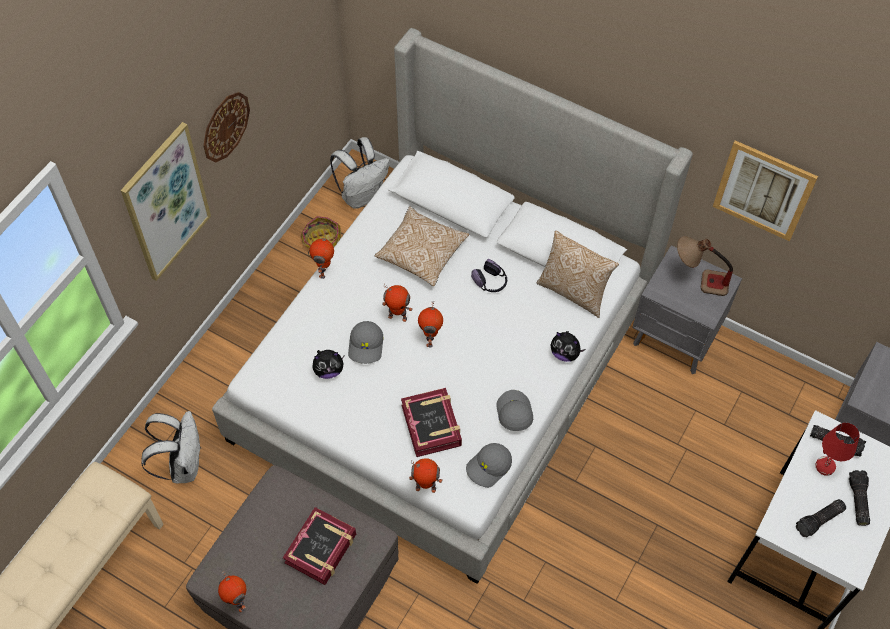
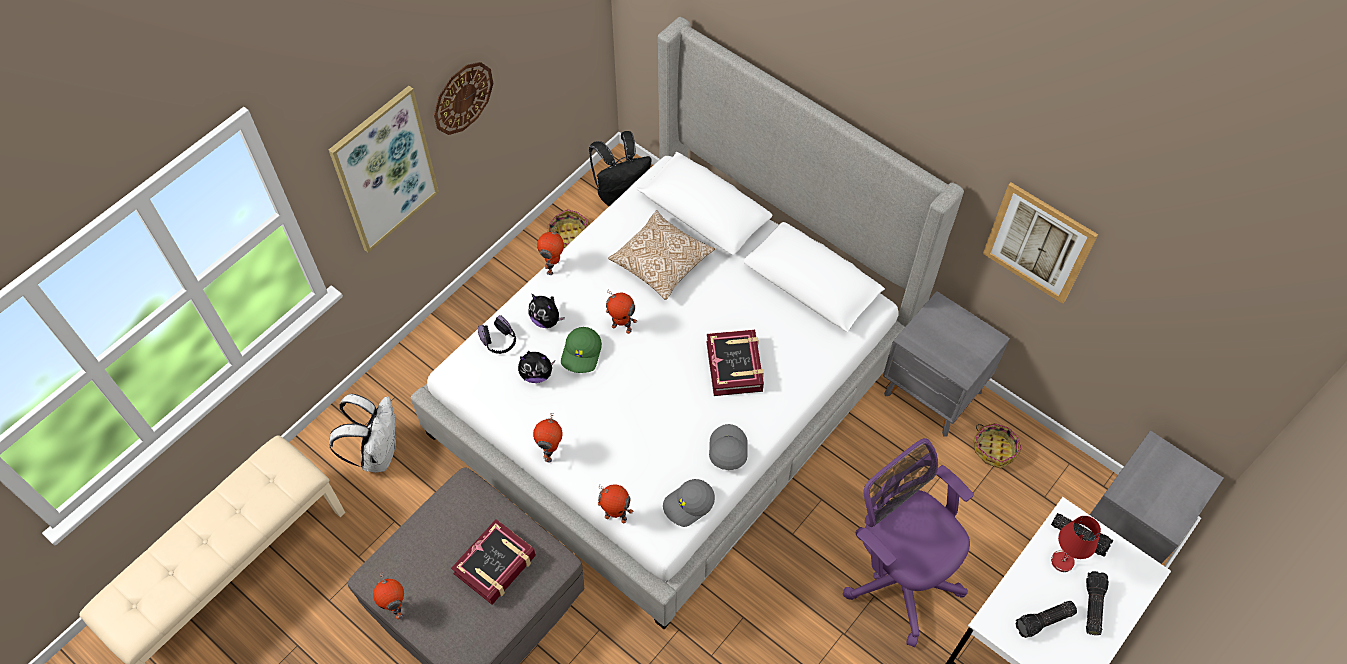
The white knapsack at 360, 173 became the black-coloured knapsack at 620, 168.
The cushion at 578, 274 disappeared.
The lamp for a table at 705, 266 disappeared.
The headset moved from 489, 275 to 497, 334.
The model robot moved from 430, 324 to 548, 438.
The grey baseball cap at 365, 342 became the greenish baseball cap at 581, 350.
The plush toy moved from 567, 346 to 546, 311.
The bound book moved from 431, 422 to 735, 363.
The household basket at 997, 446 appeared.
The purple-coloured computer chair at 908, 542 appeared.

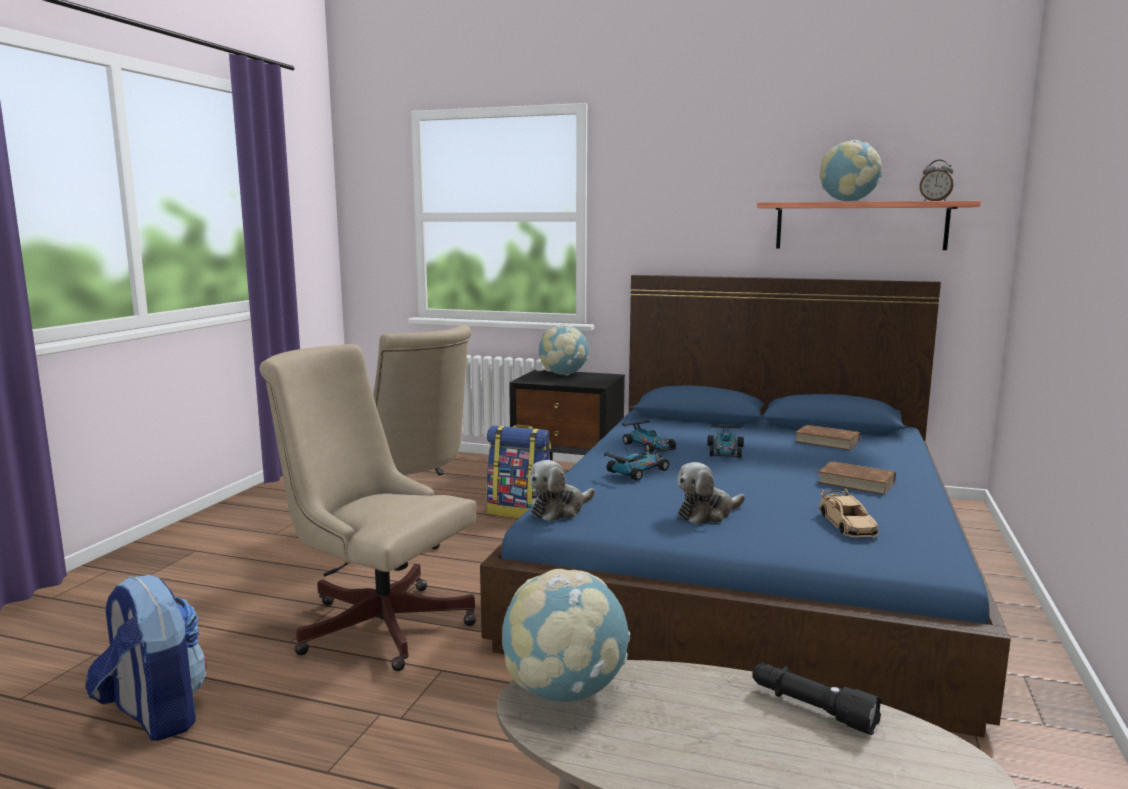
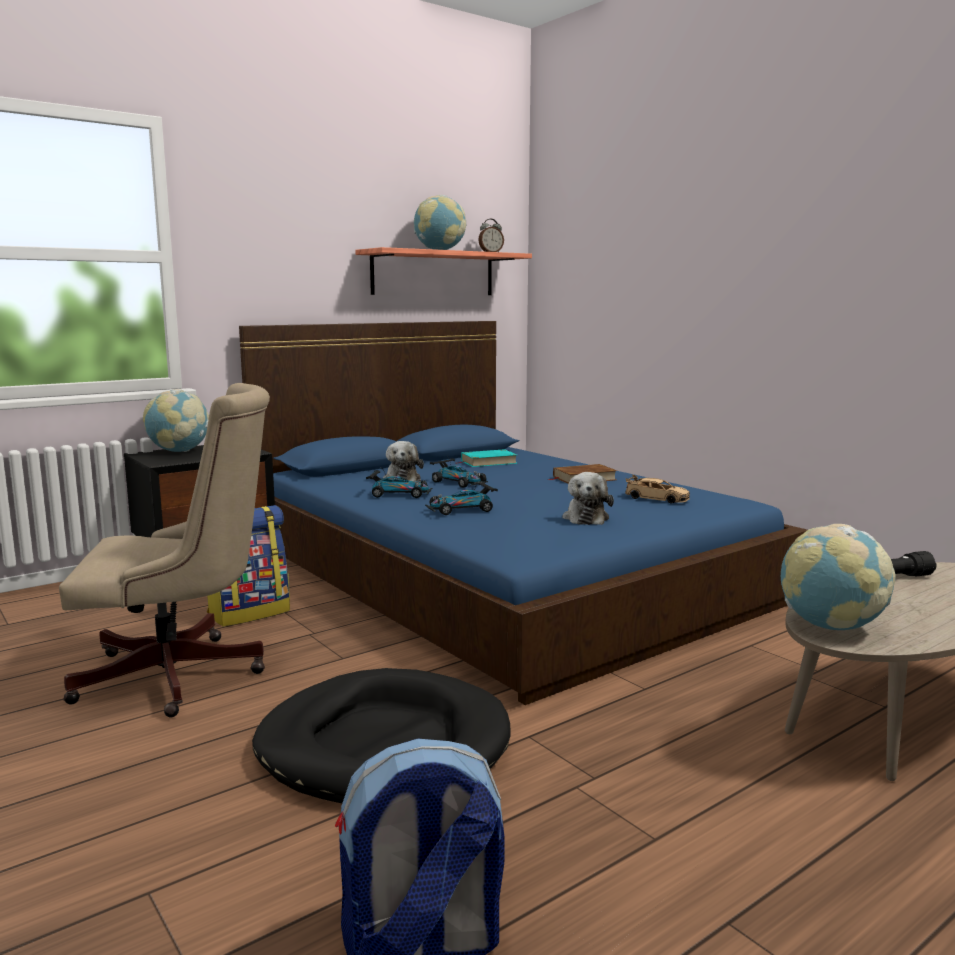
The beige computer chair at 368, 507 was replaced by the black-coloured pet bed at 381, 735.
The brown-coloured bound book at 827, 437 became the blue-green bound book at 488, 458.
The toy car at 637, 465 turned 105 degrees counterclockwise.
The plush toy moved from 562, 491 to 403, 461.

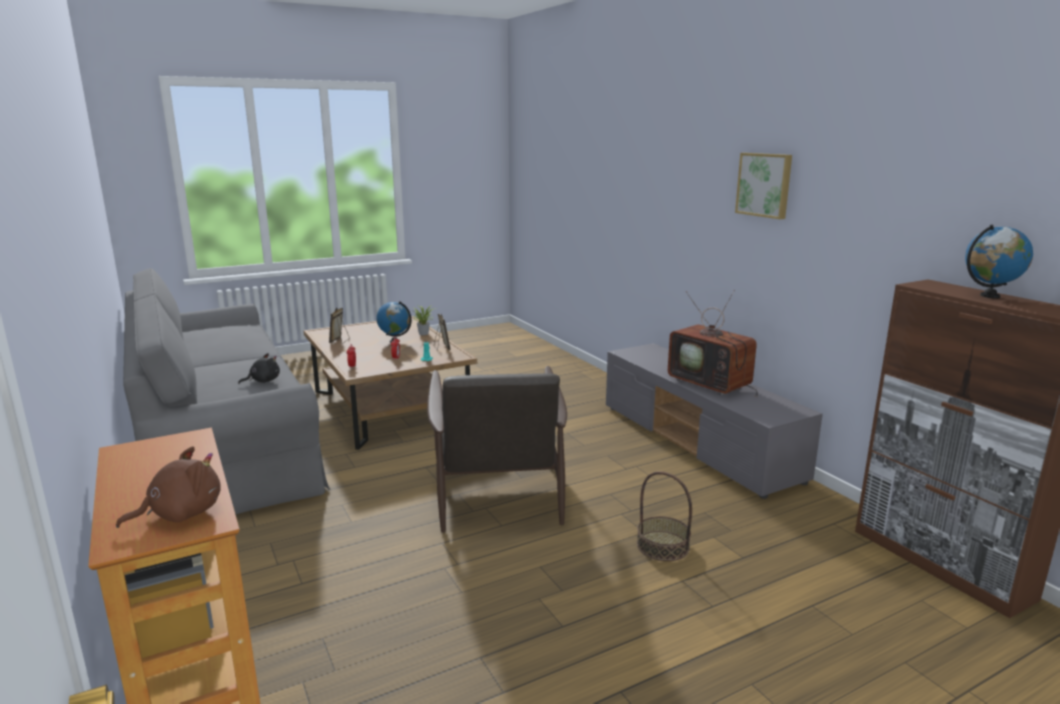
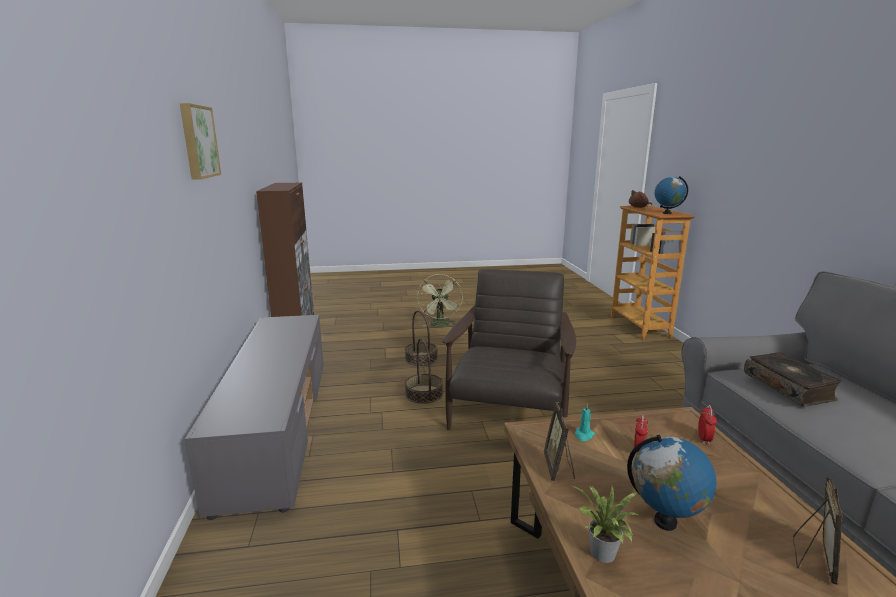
The world globe moved from 999, 262 to 671, 195.
The TV set at 713, 343 disappeared.
The black-coloured plush toy at 259, 368 was replaced by the bound book at 792, 379.
The greenish fan at 439, 300 appeared.
The household basket at 424, 371 appeared.

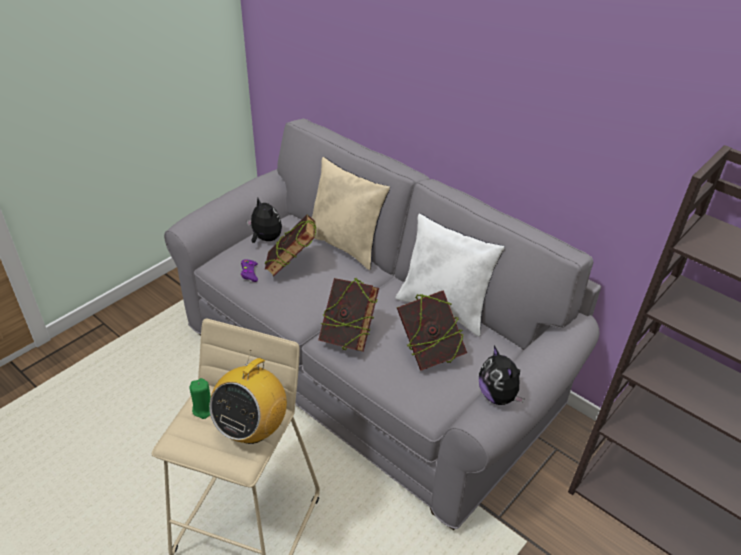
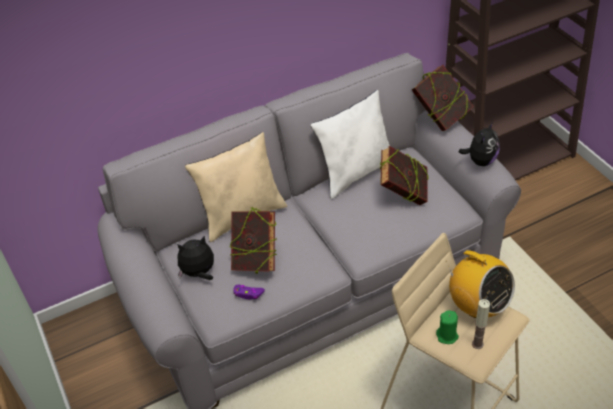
The bound book moved from 348, 315 to 443, 98.
The plush toy at 501, 375 turned 60 degrees counterclockwise.
The wax light at 481, 324 appeared.

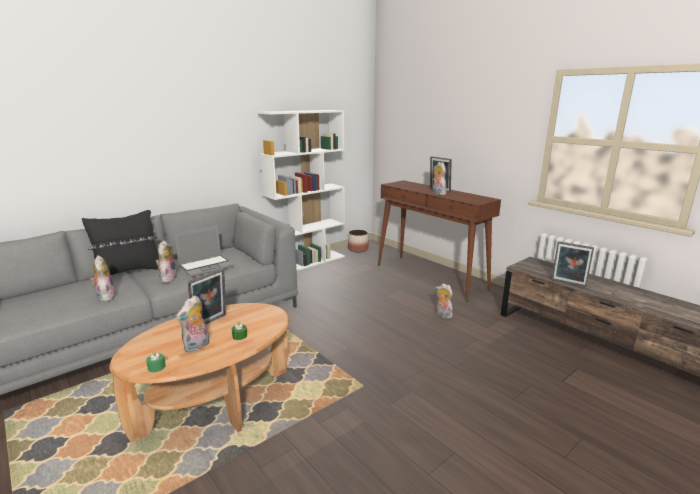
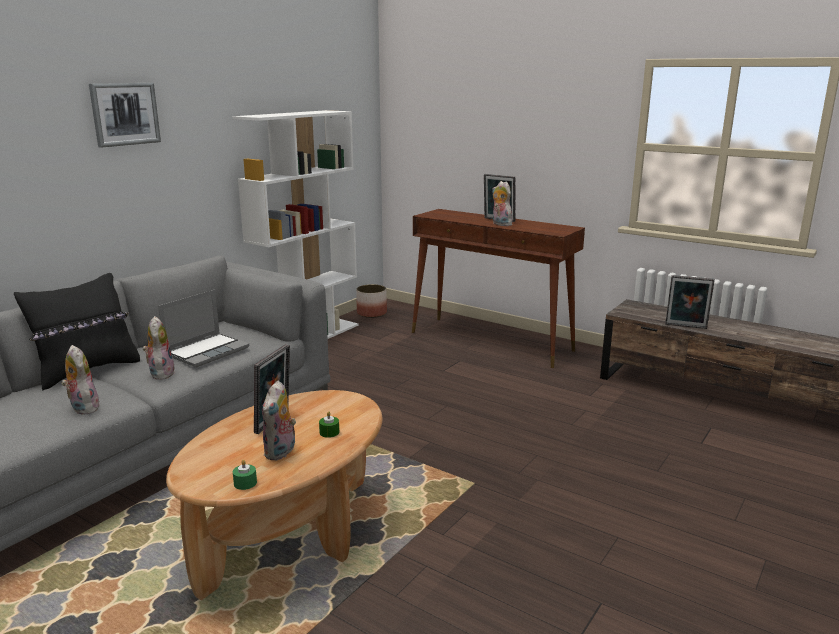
The plush toy at 444, 301 disappeared.
The wall picture at 125, 115 appeared.

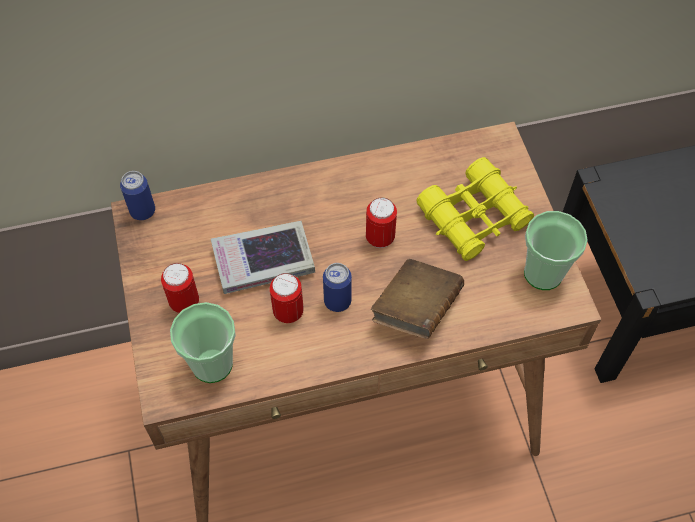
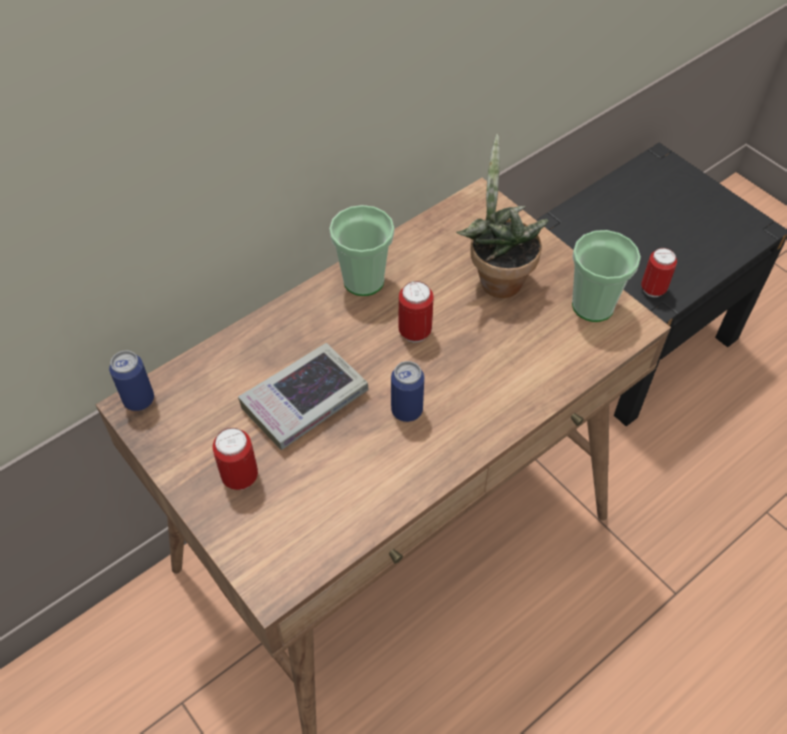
The yellowish pair of binoculars at 475, 209 was replaced by the plant in a pot at 502, 215.
The brown-coloured bound book at 417, 299 disappeared.
The can moved from 287, 298 to 659, 272.
The small cup moved from 203, 342 to 361, 250.

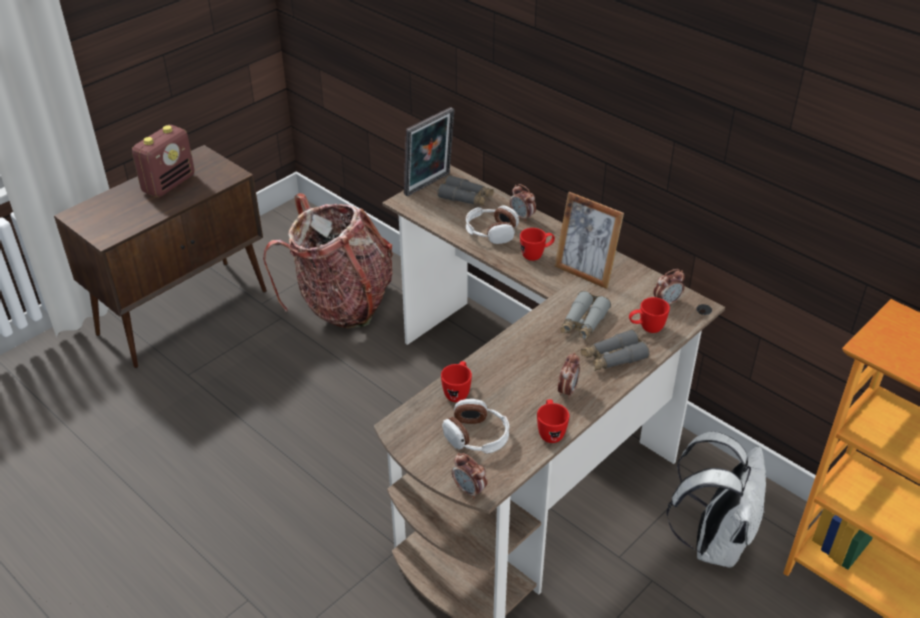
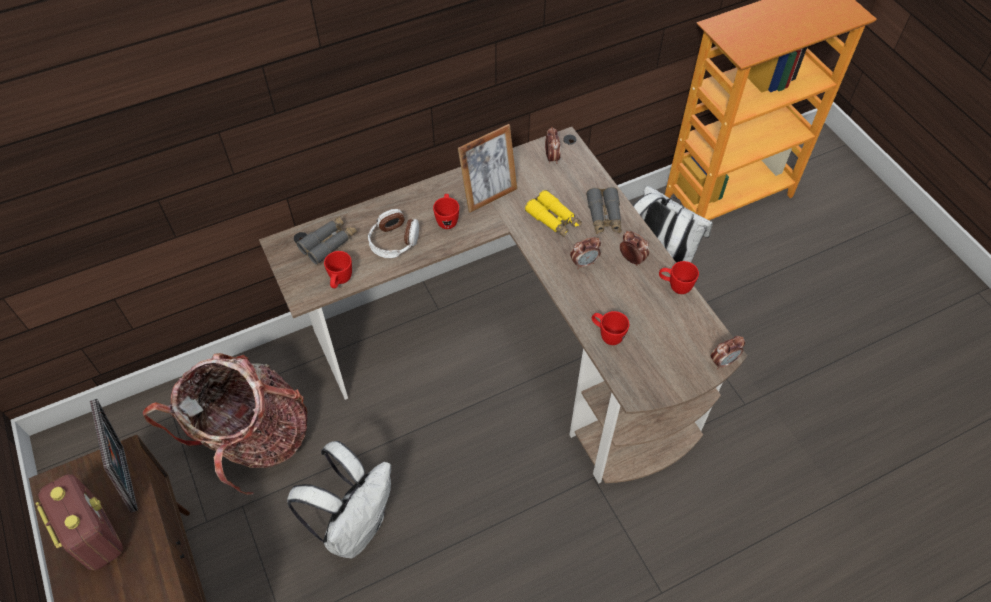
The standing frame moved from 429, 152 to 114, 456.
The table clock moved from 523, 203 to 585, 253.
The grey pair of binoculars at 585, 315 became the yellowish pair of binoculars at 553, 214.
The red-coloured coffee mug moved from 649, 315 to 338, 269.
The headset at 475, 426 disappeared.
The white knapsack at 339, 499 appeared.

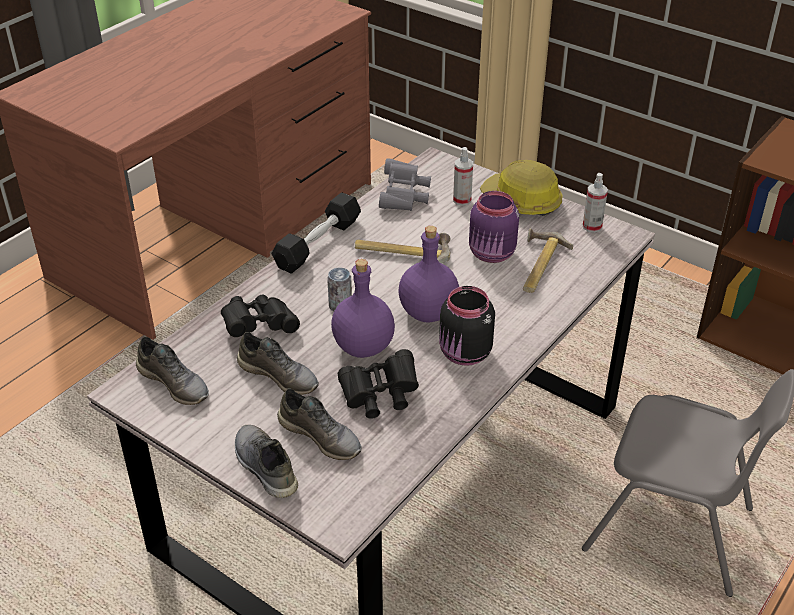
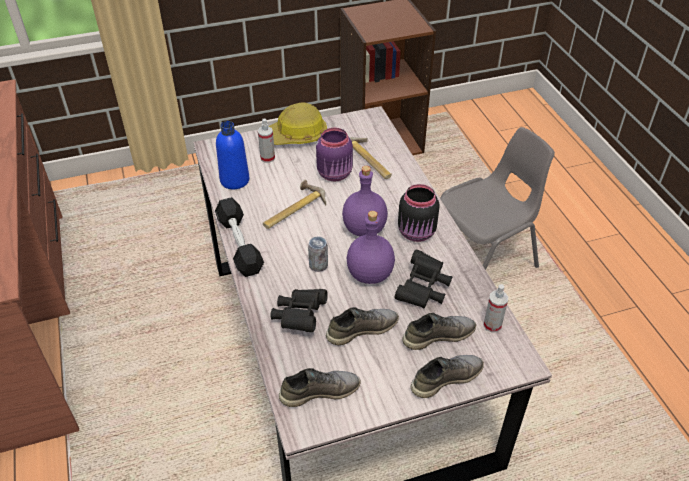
The grey pair of binoculars at 405, 184 was replaced by the bluish drink bottle at 232, 155.
The sprayer moved from 595, 203 to 495, 308.
The grey shoe at 266, 461 turned 150 degrees clockwise.

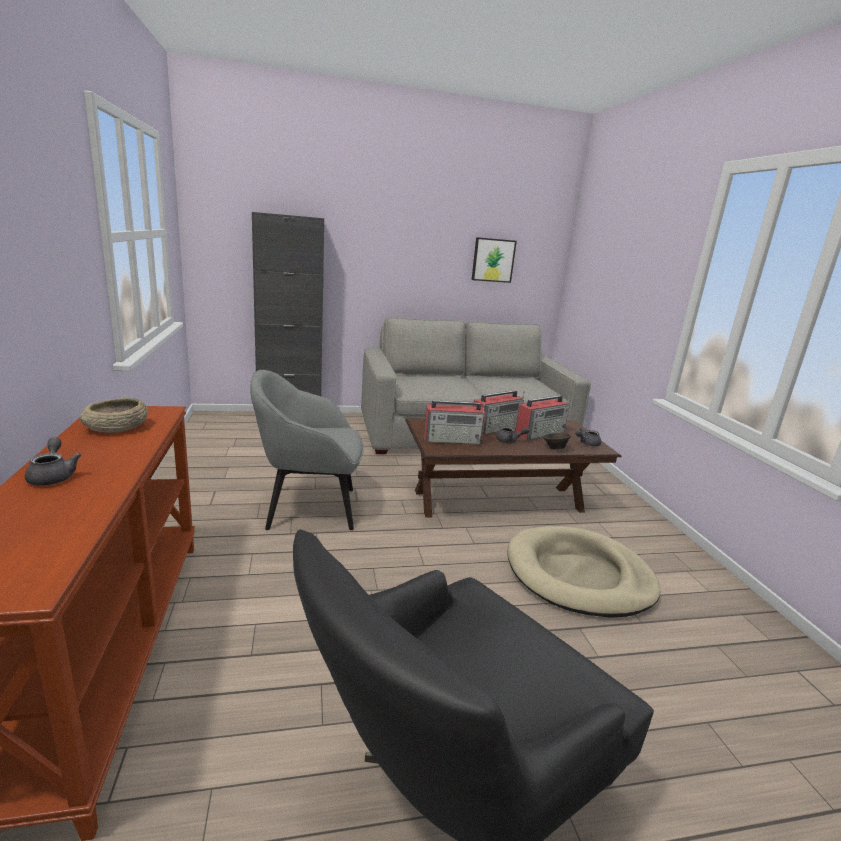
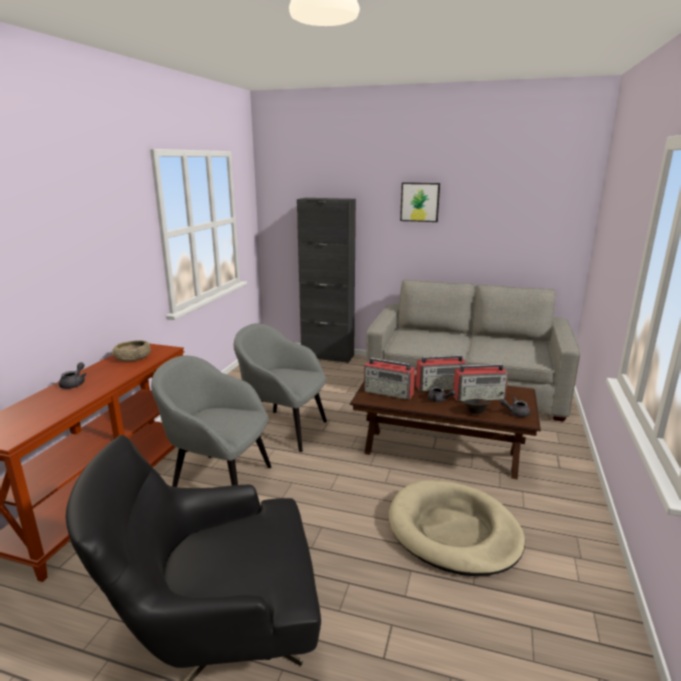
The wall picture moved from 494, 260 to 420, 202.
The grey lounge chair at 211, 421 appeared.

